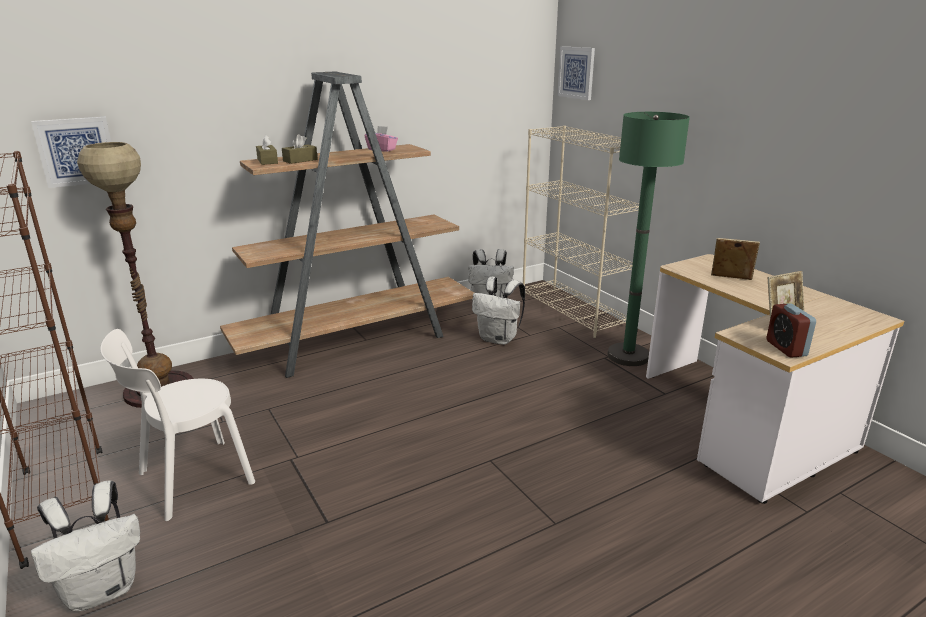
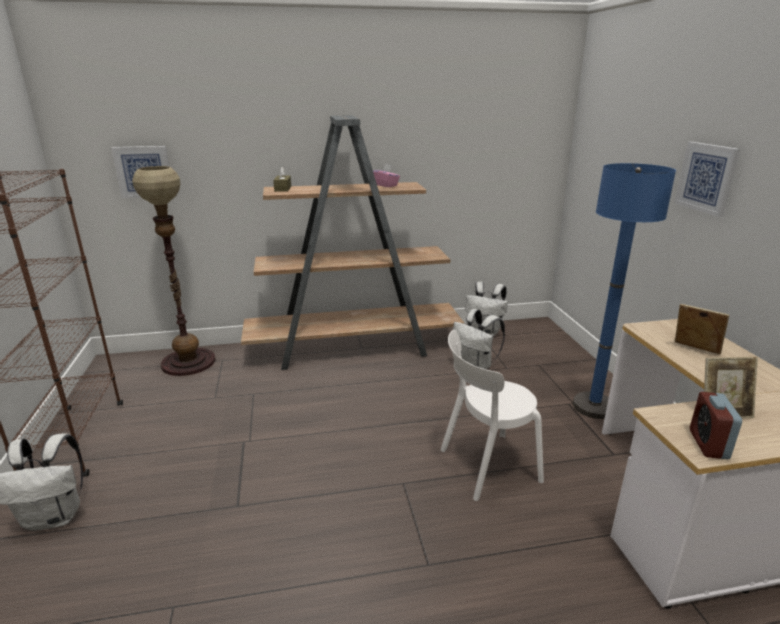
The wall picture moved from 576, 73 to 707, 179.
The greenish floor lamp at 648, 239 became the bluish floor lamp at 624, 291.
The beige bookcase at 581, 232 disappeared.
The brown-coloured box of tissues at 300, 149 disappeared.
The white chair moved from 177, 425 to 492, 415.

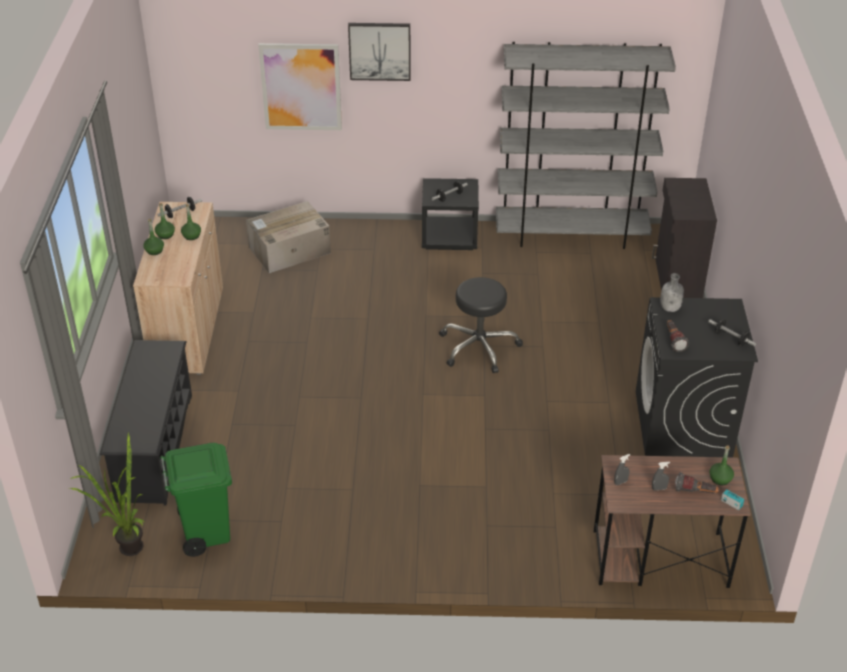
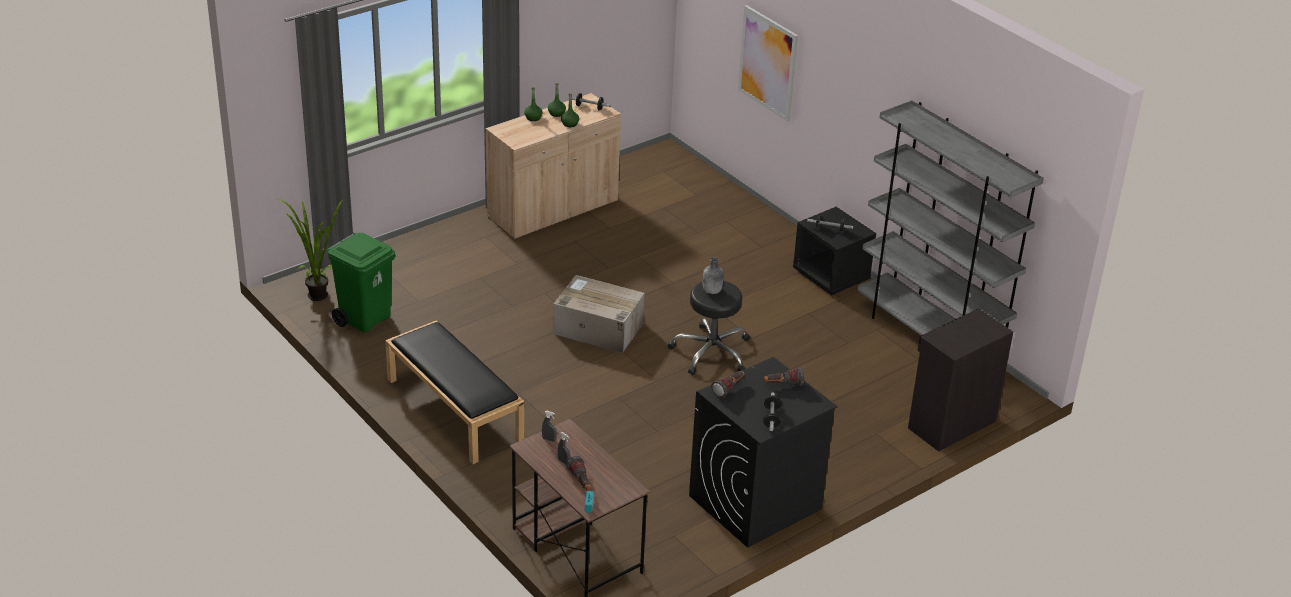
The wall picture at 379, 52 disappeared.
The packing box moved from 288, 237 to 599, 314.
The grey drink bottle moved from 672, 292 to 713, 275.
The black-coloured shoe stand at 146, 422 disappeared.
The greenish drink bottle at 721, 465 disappeared.
The black-coloured bench at 454, 392 appeared.
The torch at 784, 376 appeared.

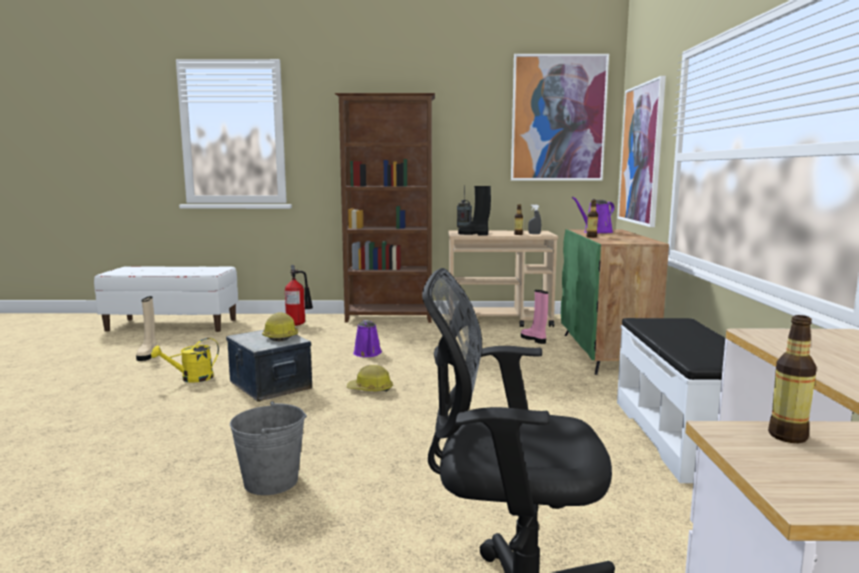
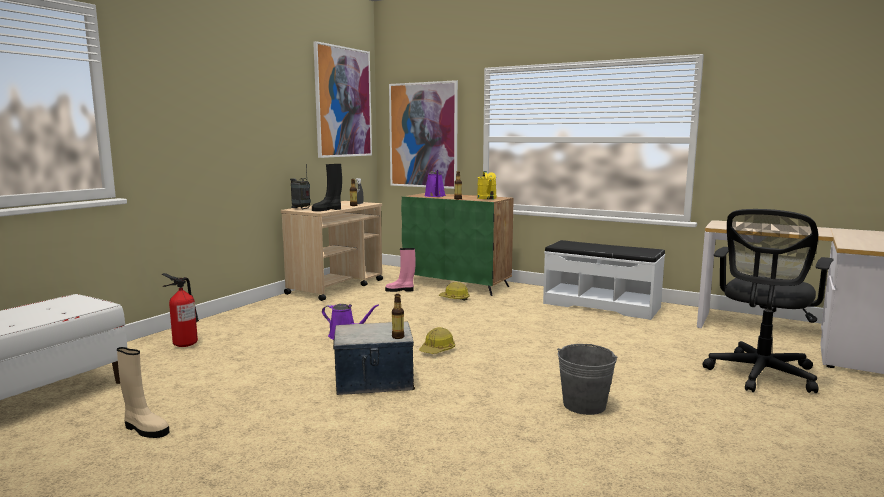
The brown-coloured bookcase at 385, 208 disappeared.
The safety helmet moved from 280, 327 to 454, 291.
The drink bottle moved from 792, 379 to 398, 316.
The yellowish watering pot moved from 185, 360 to 486, 185.

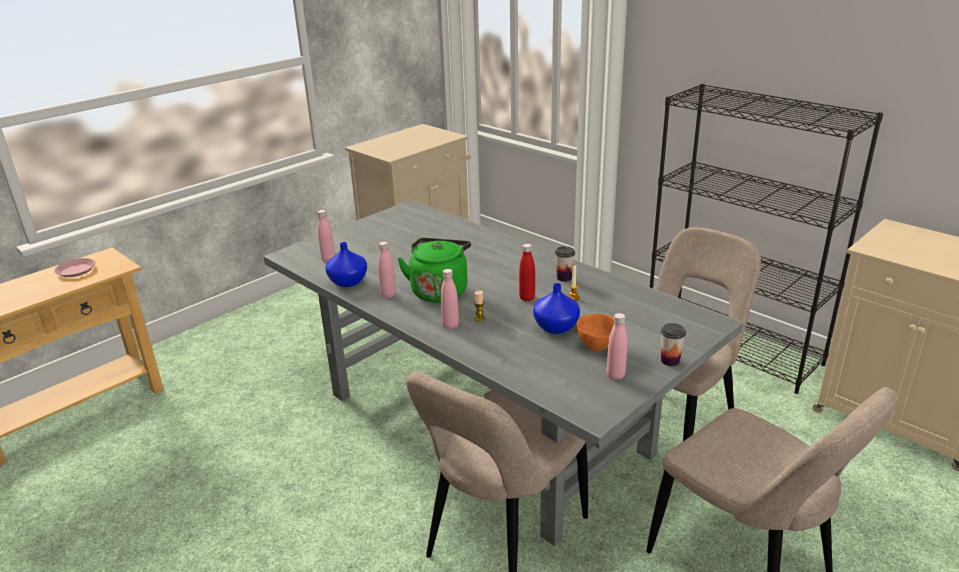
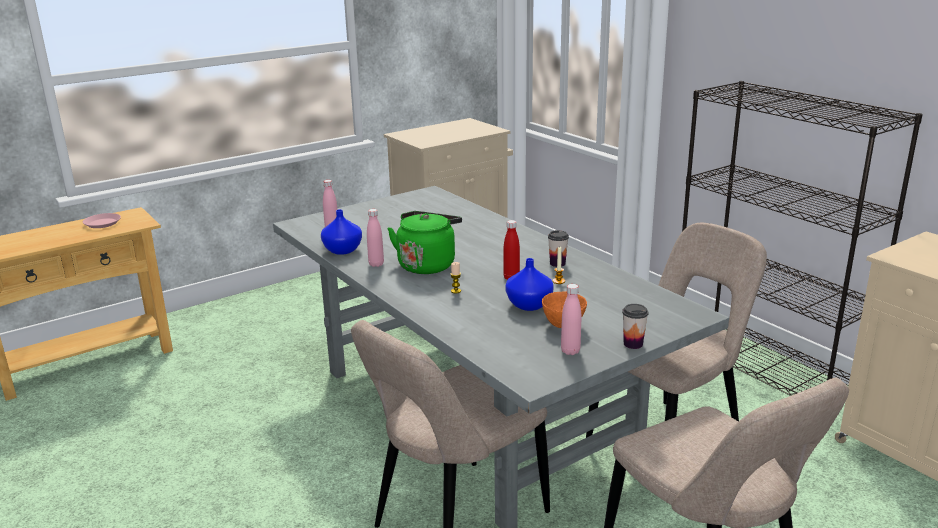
The pinkish drink bottle at 450, 299 disappeared.

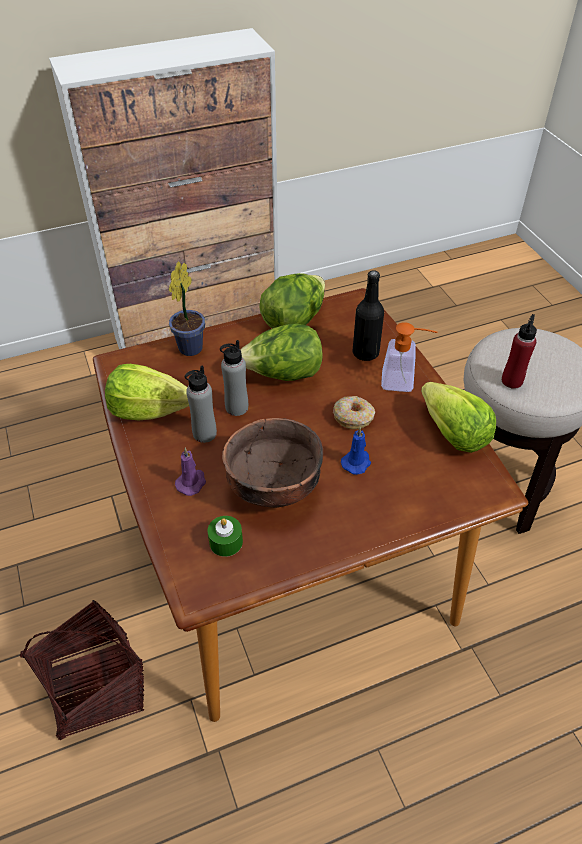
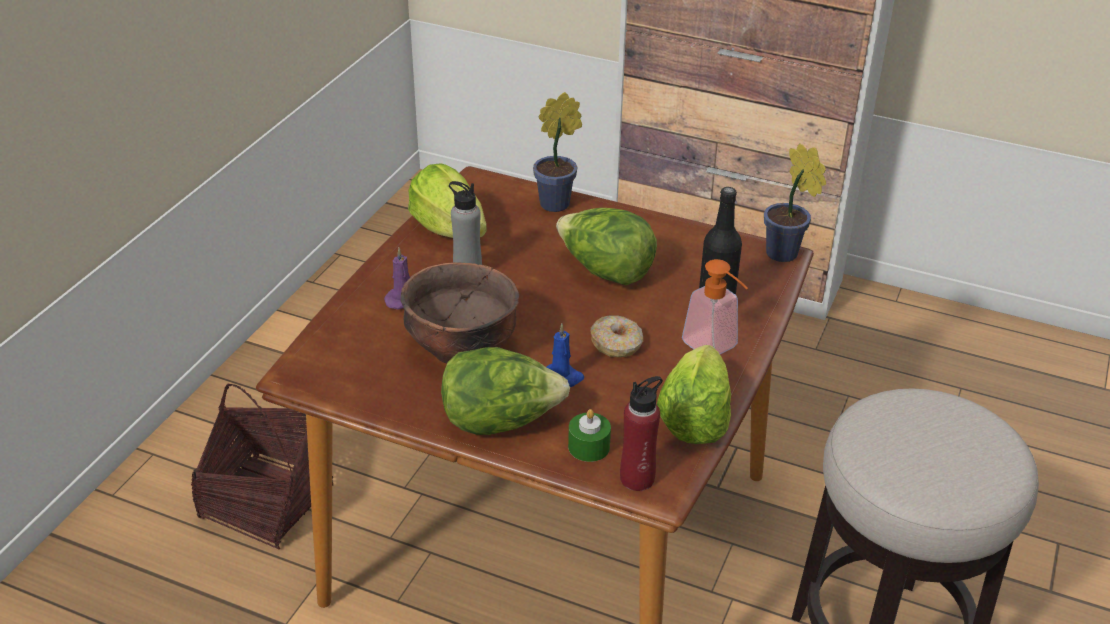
The head of lettuce moved from 292, 300 to 505, 391.
The red-coloured drink bottle moved from 519, 351 to 641, 433.
The grey drink bottle at 234, 378 disappeared.
The greenish wax light moved from 225, 536 to 589, 435.
The plant in a pot at 795, 202 appeared.

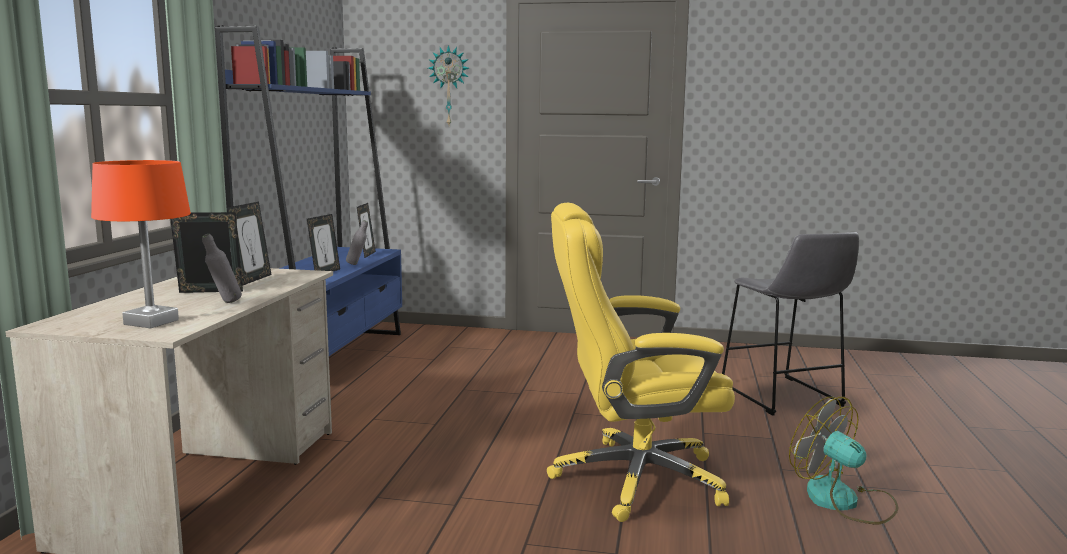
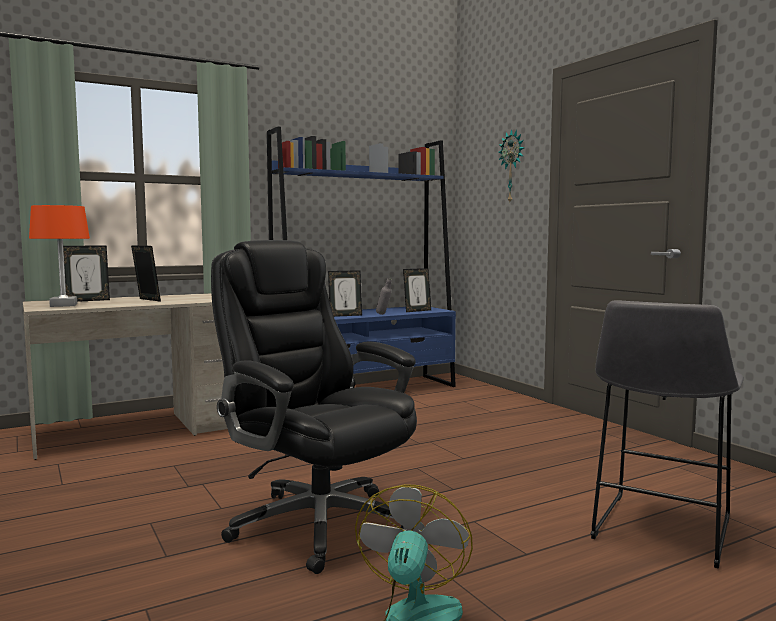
The standing frame moved from 249, 244 to 86, 273.
The yellowish computer chair at 641, 362 became the black-coloured computer chair at 314, 407.
The grey drink bottle at 222, 268 disappeared.

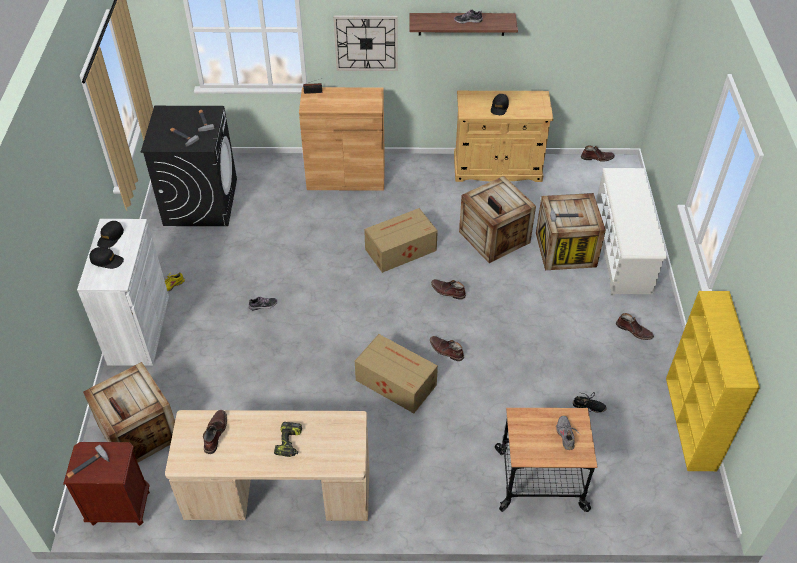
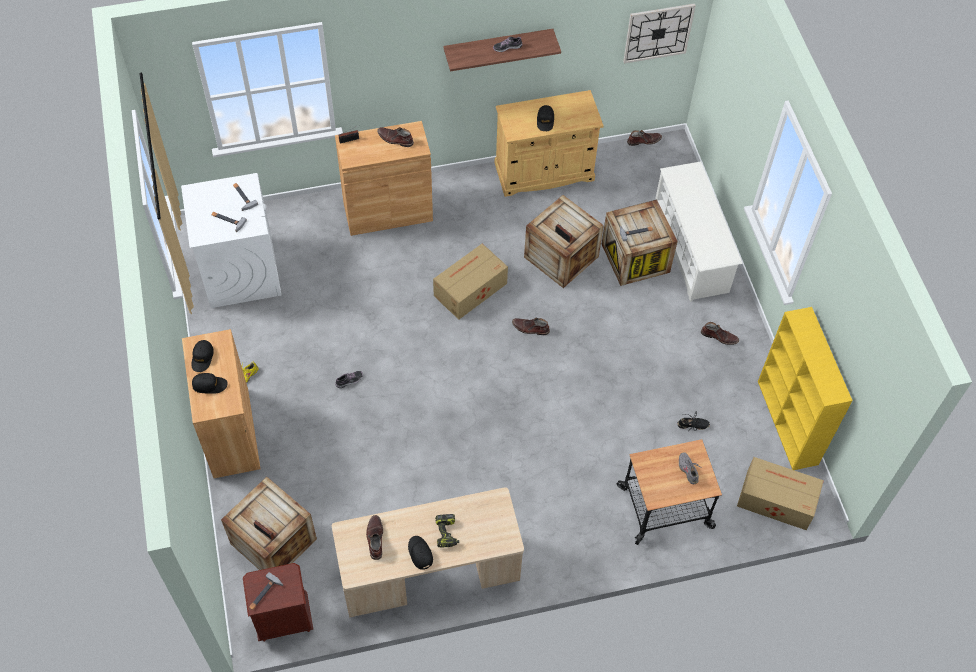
The wall clock moved from 365, 43 to 659, 33.
The black-coloured laundry machine at 189, 166 became the white laundry machine at 231, 240.
The white cabinet at 123, 292 became the brown-coloured cabinet at 221, 403.
The packing box moved from 396, 373 to 780, 493.
The brown-coloured boot moved from 447, 348 to 395, 137.
The black-coloured baseball cap at 420, 553 appeared.

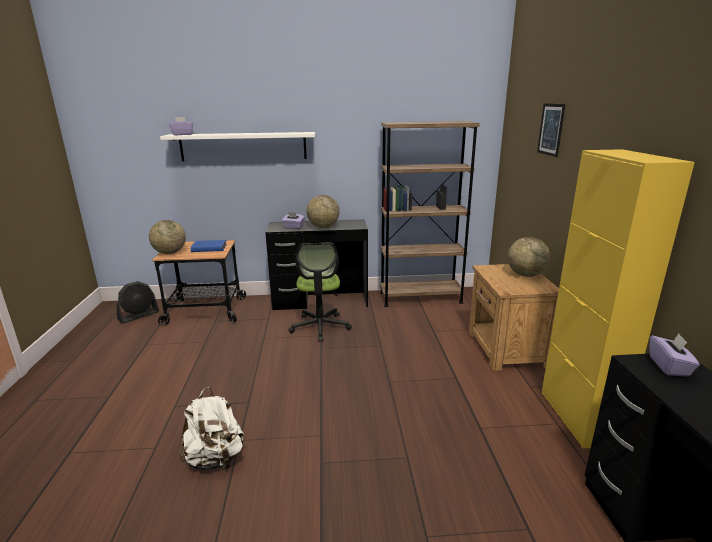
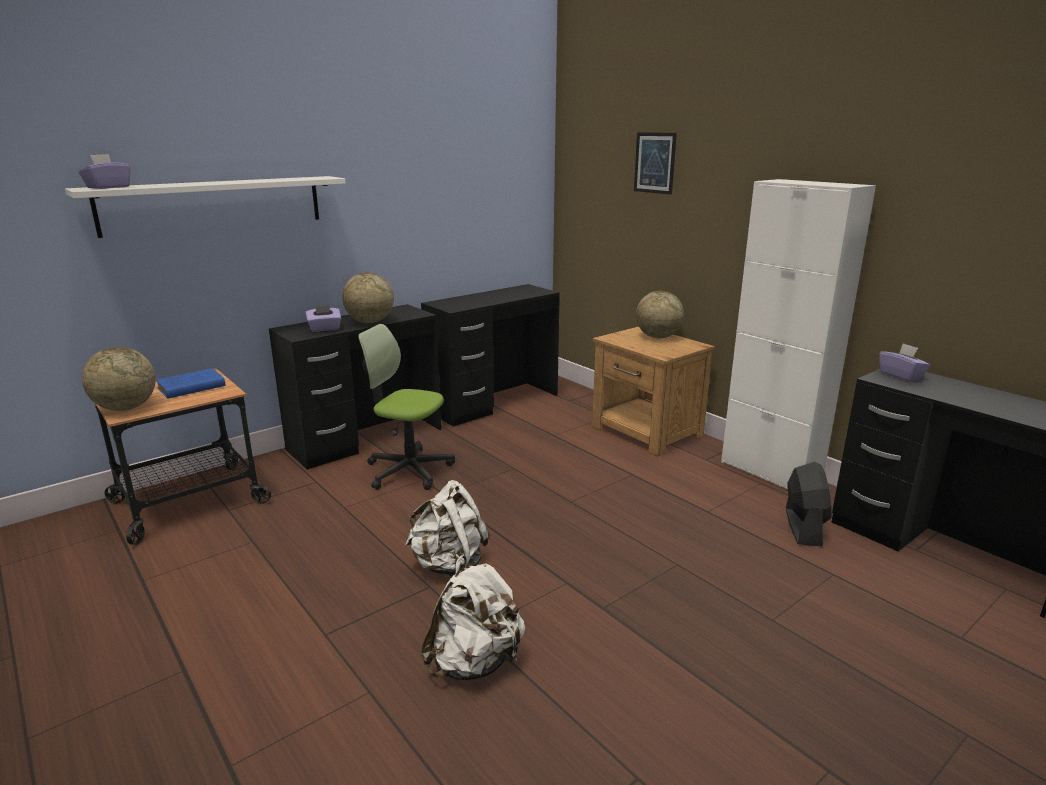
The brown-coloured bookcase at 430, 214 was replaced by the black-coloured desk unit at 490, 355.
The yellowish cabinet at 618, 299 became the white cabinet at 798, 334.
The computer chair at 320, 292 turned 150 degrees clockwise.
The black-coloured fan moved from 138, 302 to 809, 504.
The white knapsack at 447, 529 appeared.

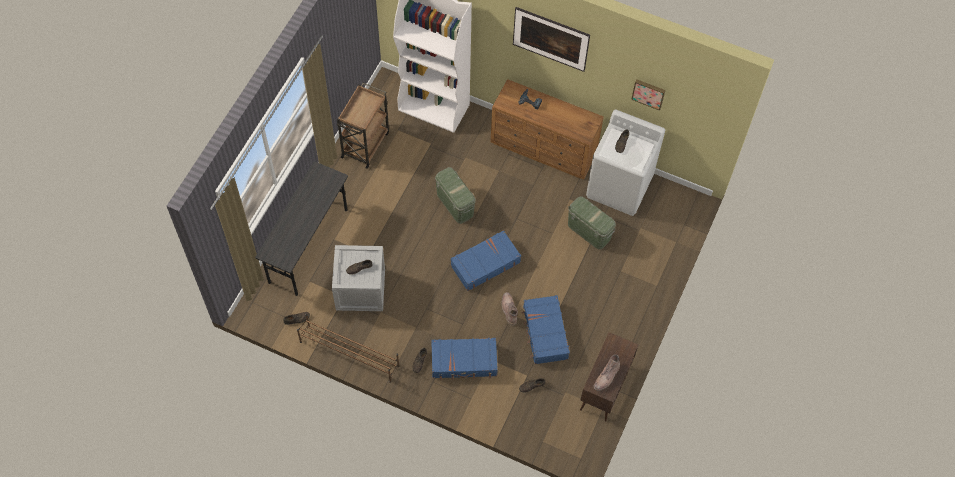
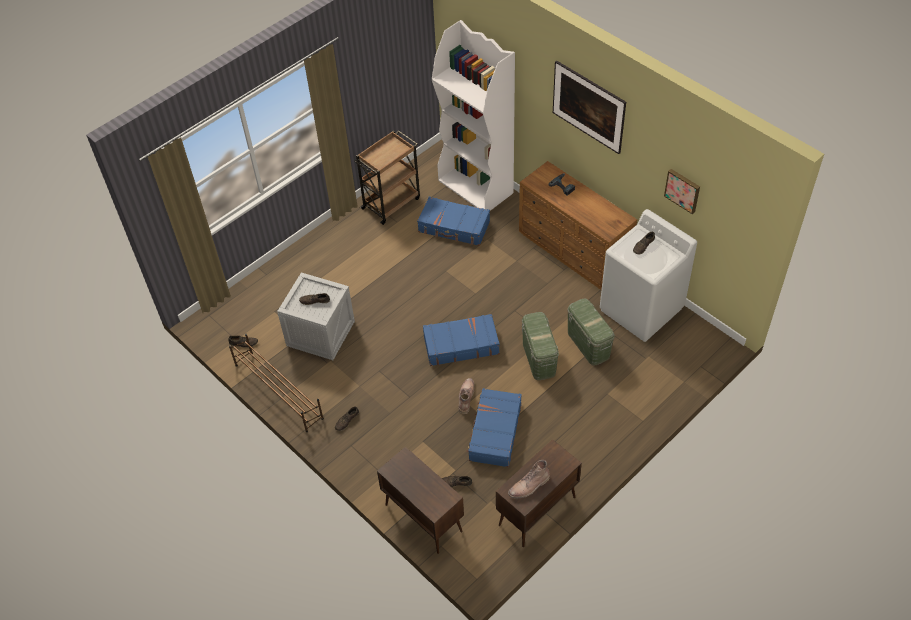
The grey desk unit at 301, 228 disappeared.
The greenish storage container moved from 455, 195 to 540, 346.
The bluish piece of luggage moved from 464, 359 to 453, 221.
The brown-coloured cabinet at 420, 500 appeared.

